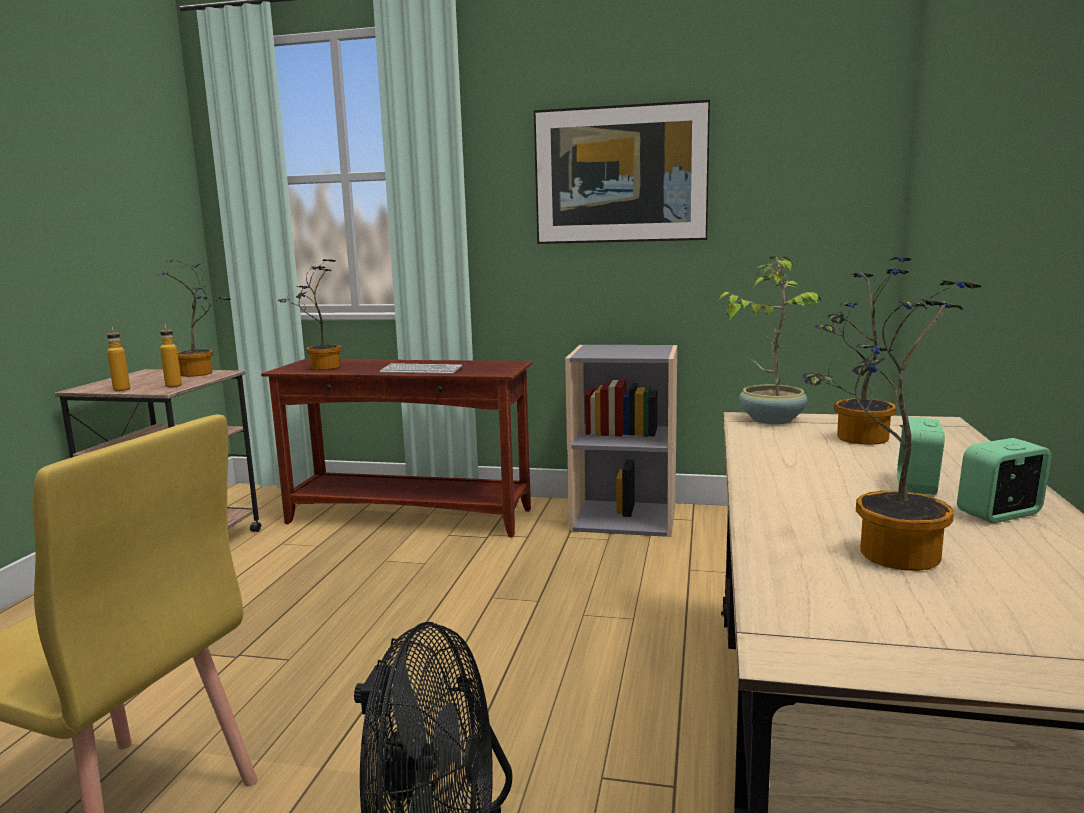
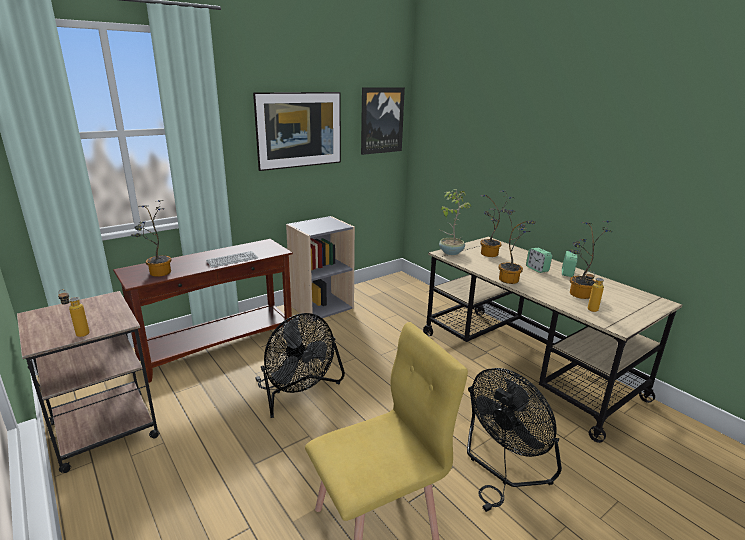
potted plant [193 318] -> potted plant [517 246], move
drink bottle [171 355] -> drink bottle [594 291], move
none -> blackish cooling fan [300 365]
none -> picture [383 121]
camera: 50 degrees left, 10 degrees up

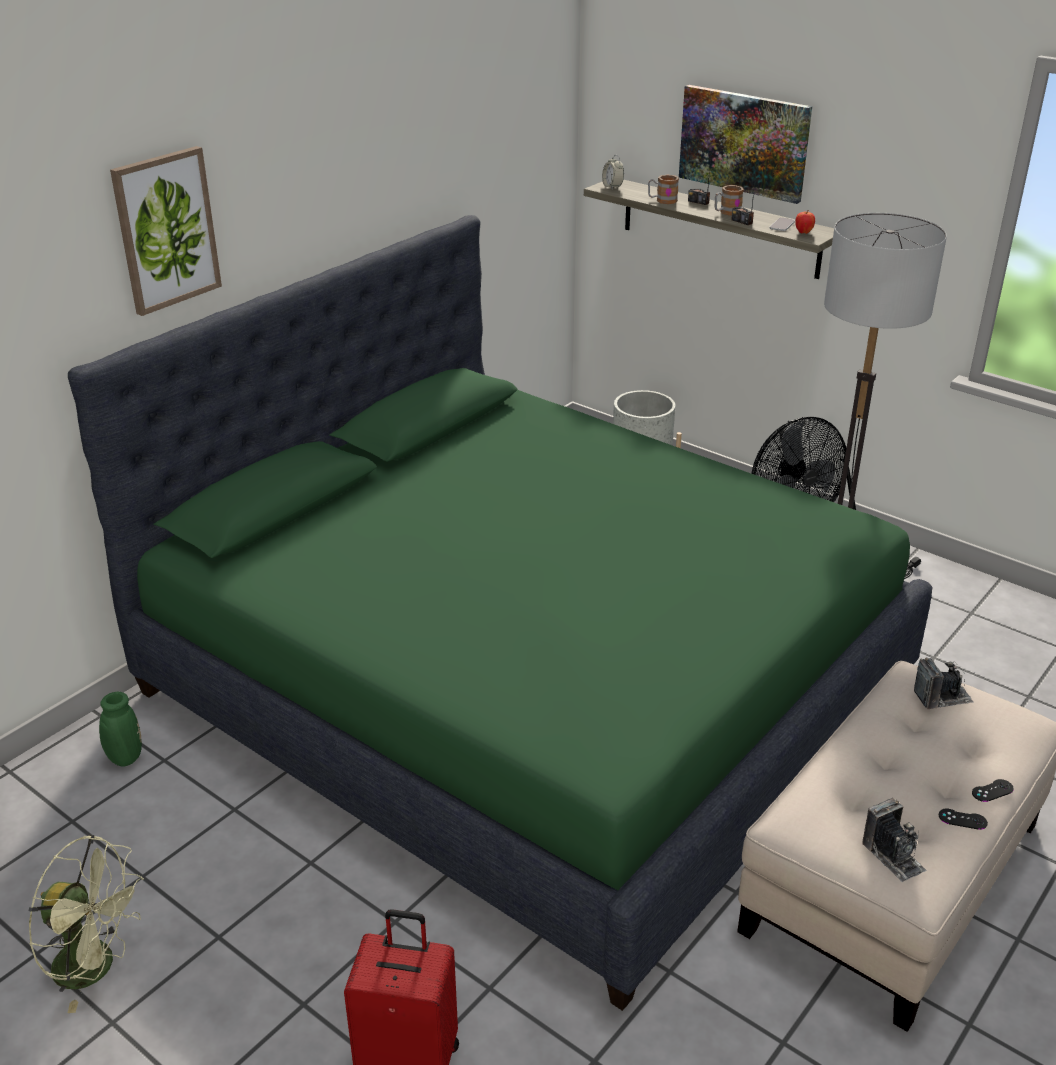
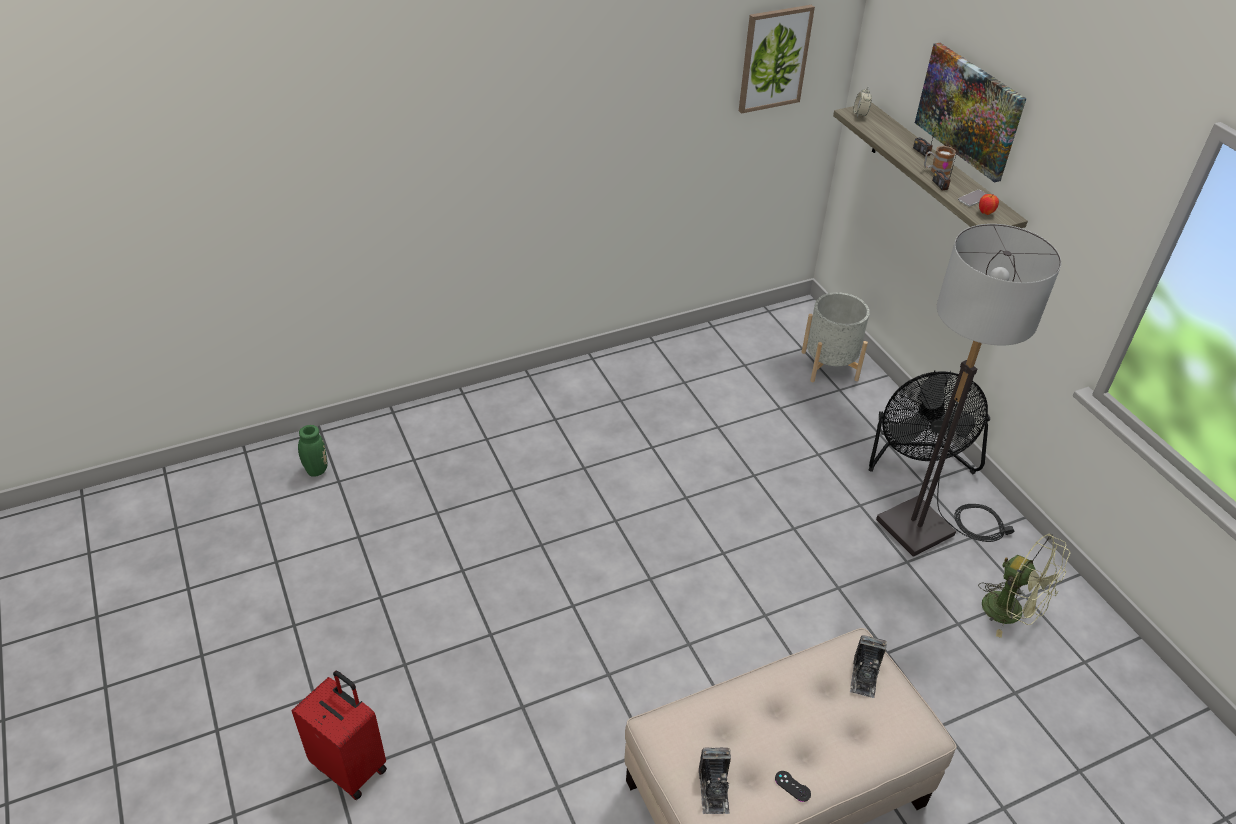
green cooling fan [86 924] -> green cooling fan [1024 586], move
green sleeping bed [500 613] -> none
picture [166 231] -> picture [777 59], move
coffee mug [663 189] -> none
photo camera [943 683] -> photo camera [868 666], 90 degrees clockwise
blackish gamepad [993 790] -> none
camera: 25 degrees right, 10 degrees up

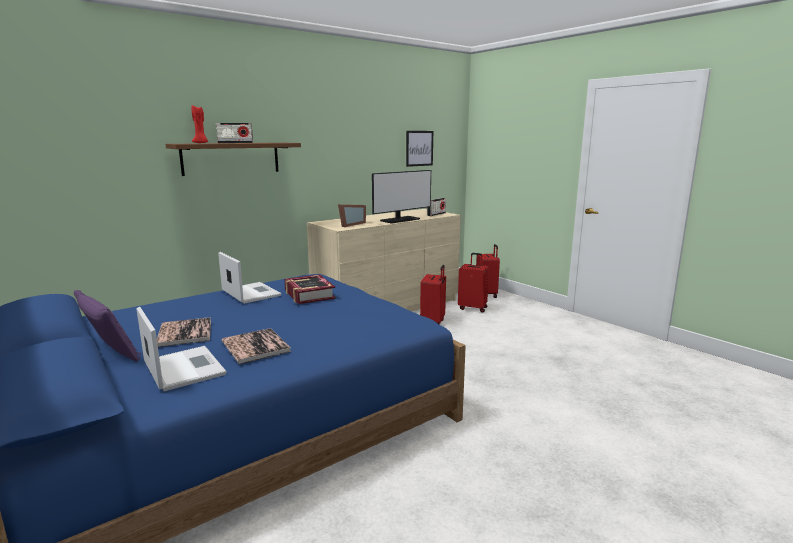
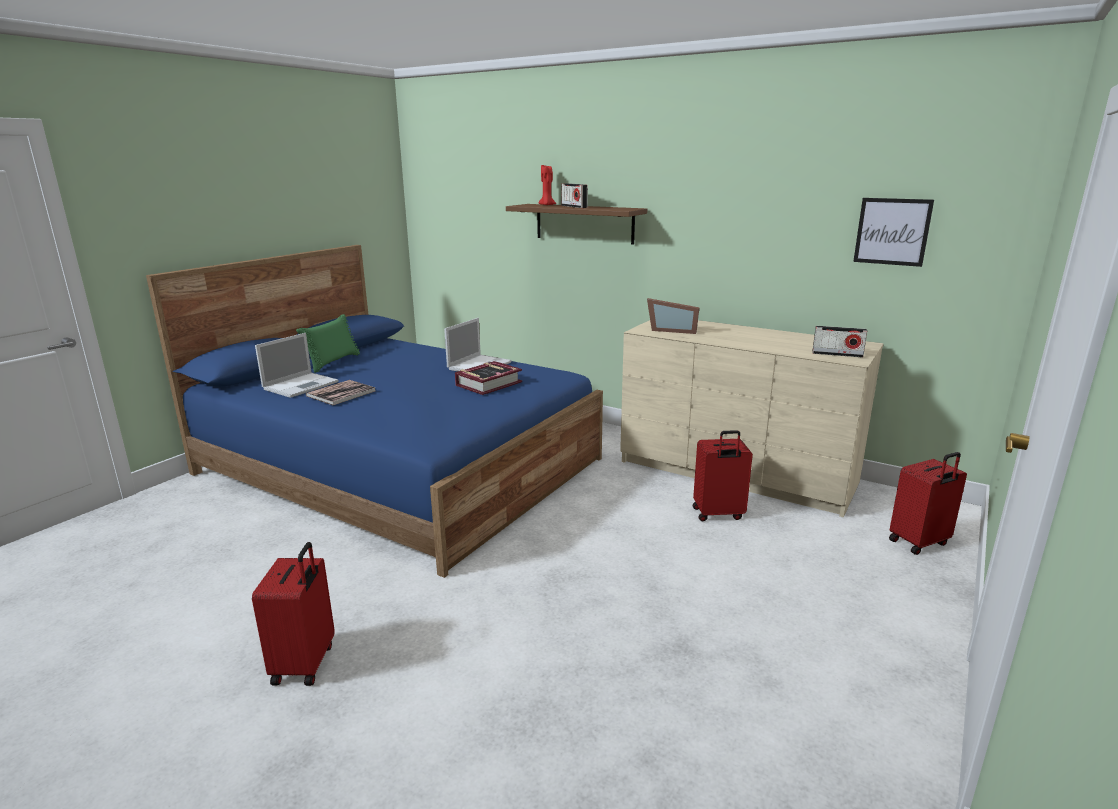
purplish pillow [107 325] -> green pillow [328 343]
volume [184 332] -> none
computer display [401 197] -> none
red piece of luggage [473 282] -> red piece of luggage [293 614], move
camera: 70 degrees right, 5 degrees up

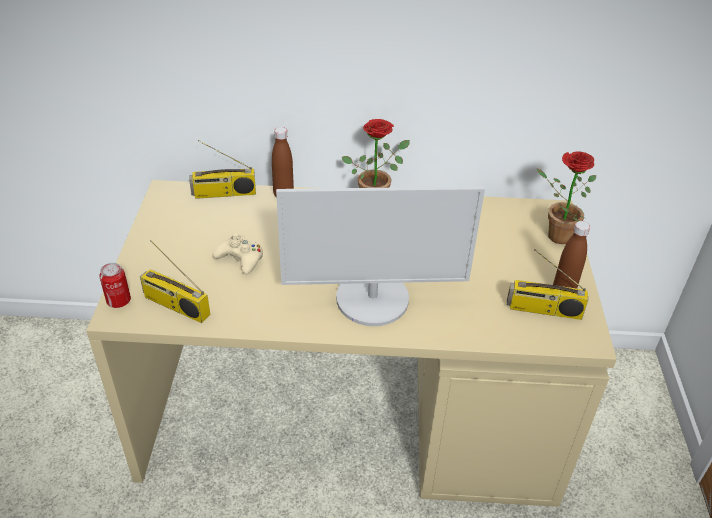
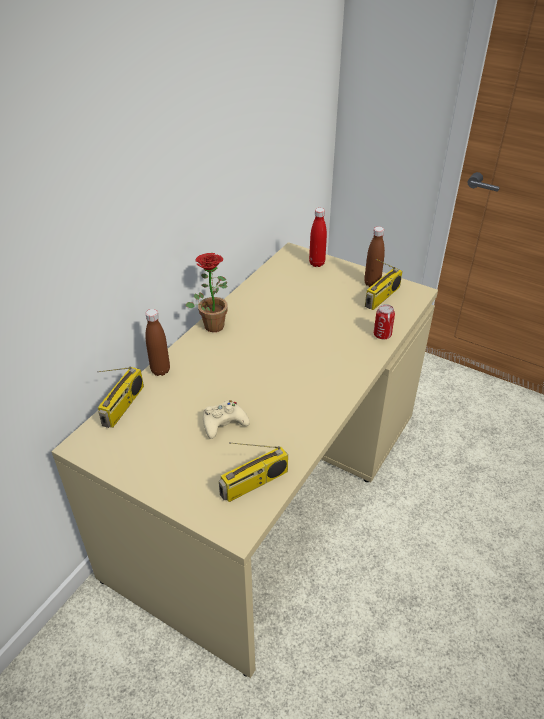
metal can [115 285] -> metal can [384 321], move
computer display [380 256] -> none
potted plant [566 197] -> red drink bottle [318 237]
camera: 60 degrees left, 0 degrees up

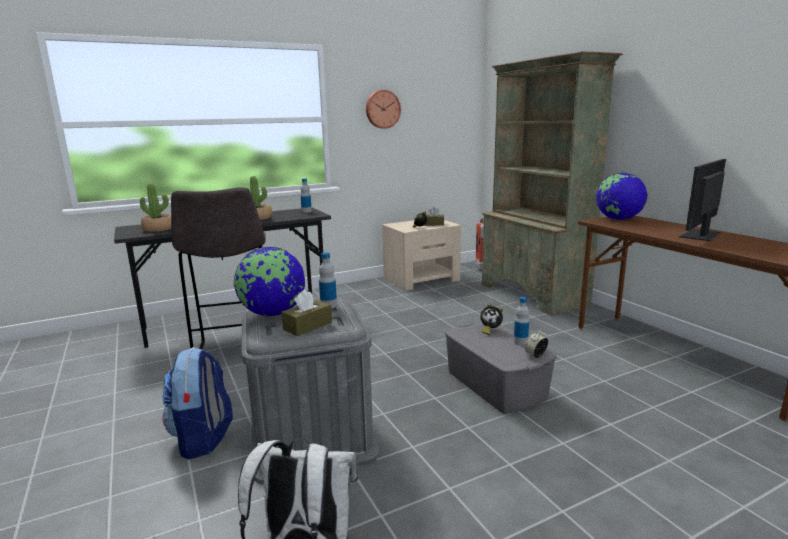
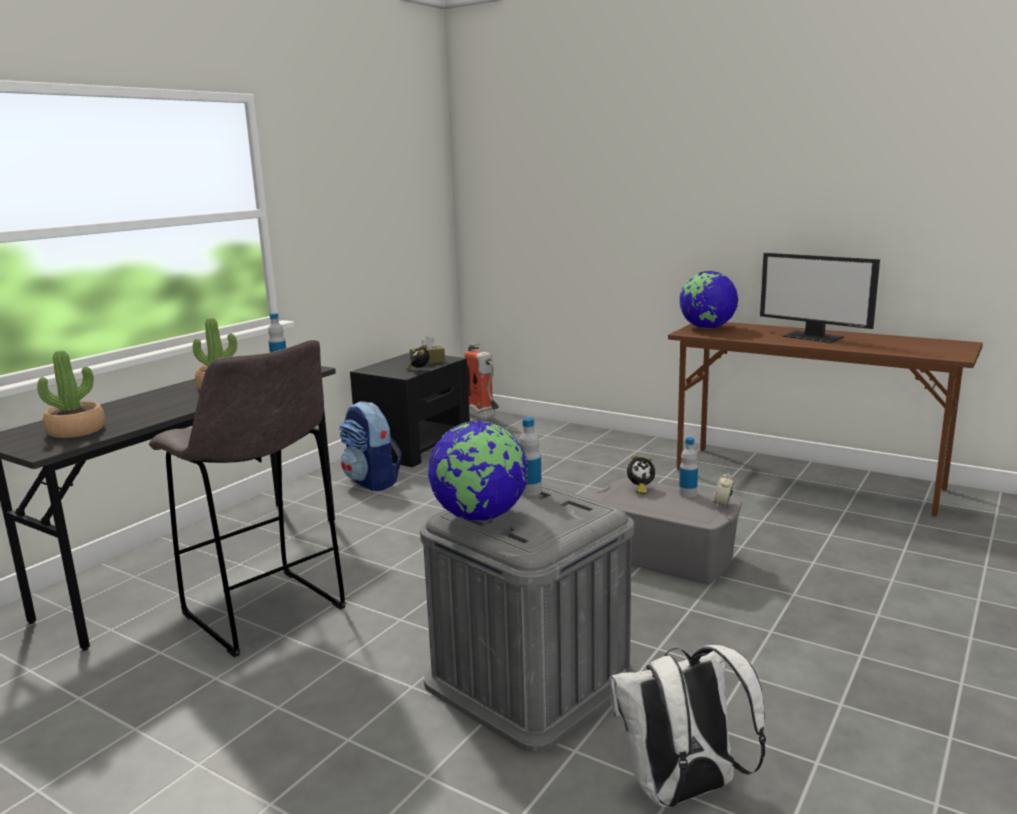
backpack [197 403] -> backpack [370 446], move
brown-coloured tissue box [306 313] -> none
clock on the wall [383 109] -> none
beige-coloured bedside table [421 255] -> blackish bedside table [410 409]
green shelving unit [552 183] -> none
computer display [702 200] -> computer display [820 298], 60 degrees counterclockwise
camera: 30 degrees left, 0 degrees up

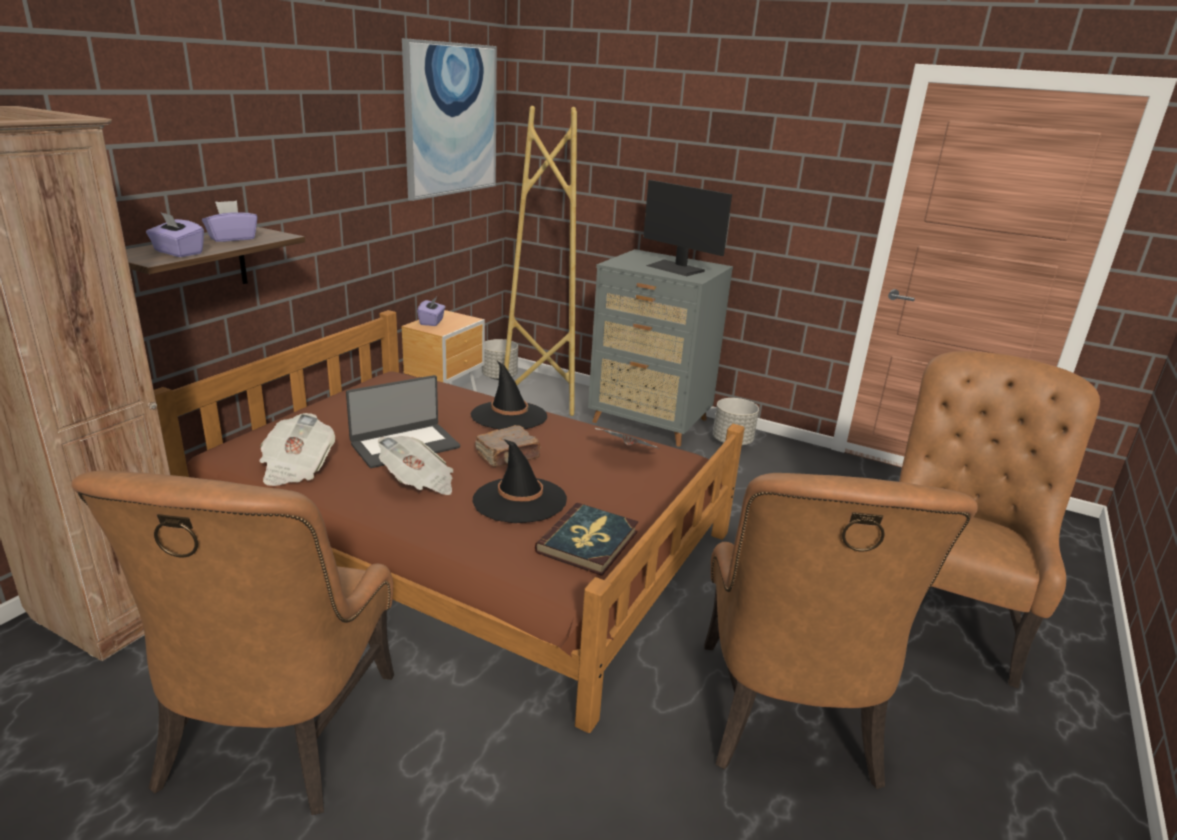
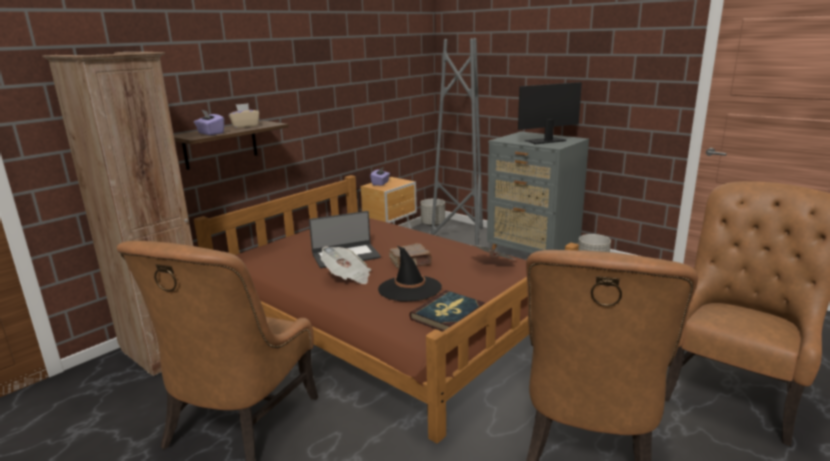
purplish tissue box [230 221] -> beige-coloured tissue box [244 115]
printed paper [297 449] -> none
picture [449 119] -> none
blackish wearable hat [509 395] -> none
yellowish garment rack [540 261] -> grey garment rack [457 142]
computer display [687 228] -> computer display [550 113], 105 degrees clockwise
camera: 15 degrees right, 5 degrees down

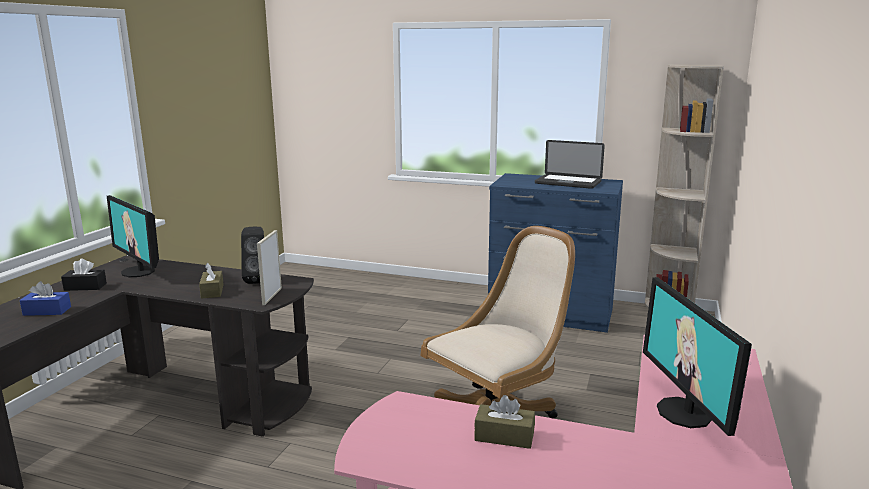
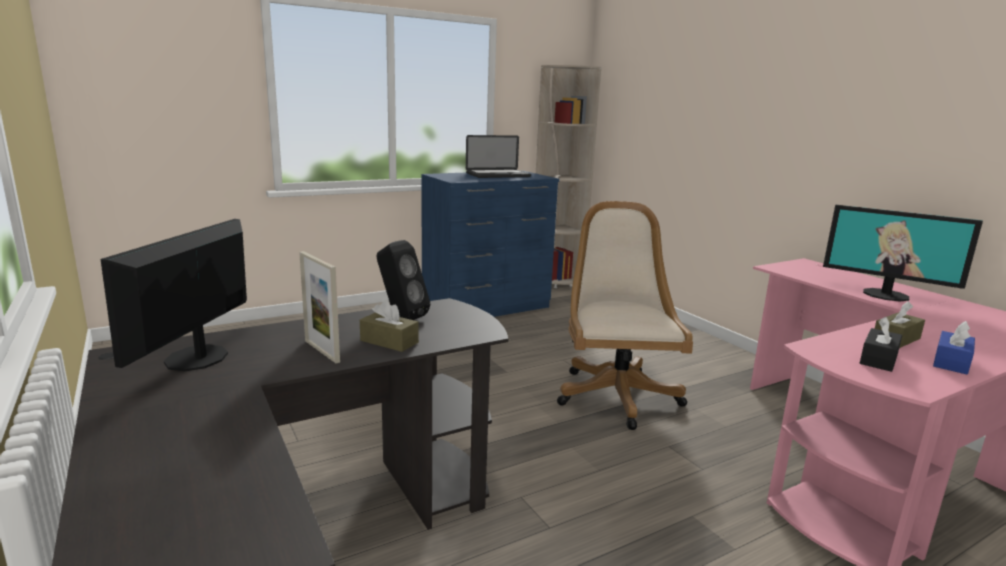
bluish tissue box [45 298] -> bluish tissue box [954 347], move
blackish tissue box [84 275] -> blackish tissue box [881 344], move
computer display [133 236] -> computer display [174 295], 105 degrees clockwise
standing frame [269 267] -> standing frame [319 307], move
camera: 50 degrees left, 0 degrees up

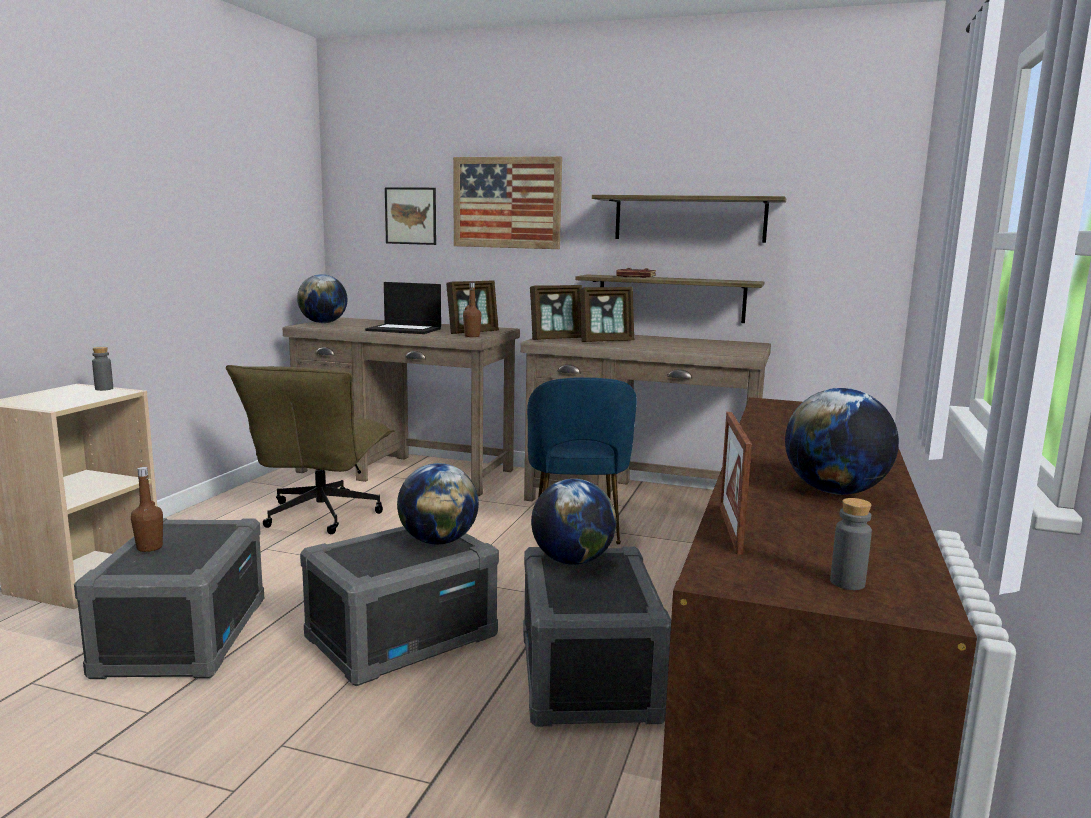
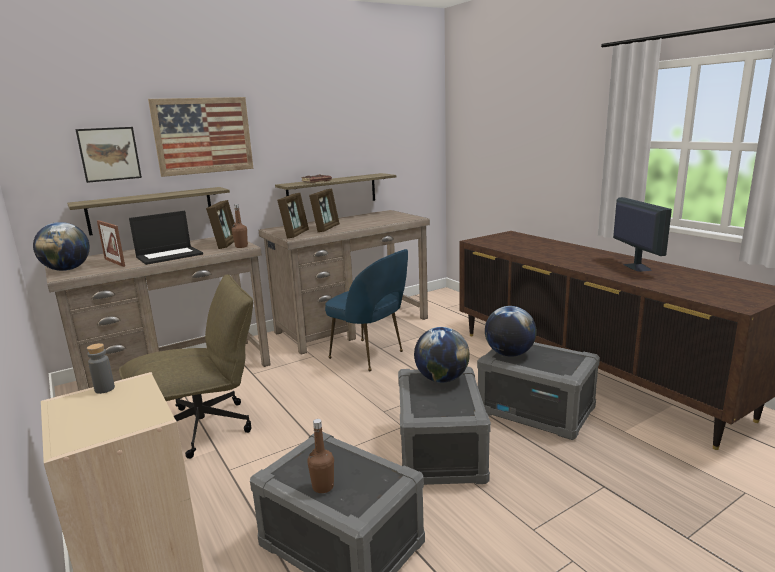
beige-coloured computer chair [310 449] -> beige-coloured computer chair [186 366], 75 degrees counterclockwise
bracket shelf [689 219] -> bracket shelf [148 211], move
standing frame [735 483] -> standing frame [111 243], move
world globe [842 441] -> computer display [642 234]
grey drink bottle [851 544] -> none
camera: 50 degrees left, 5 degrees up

